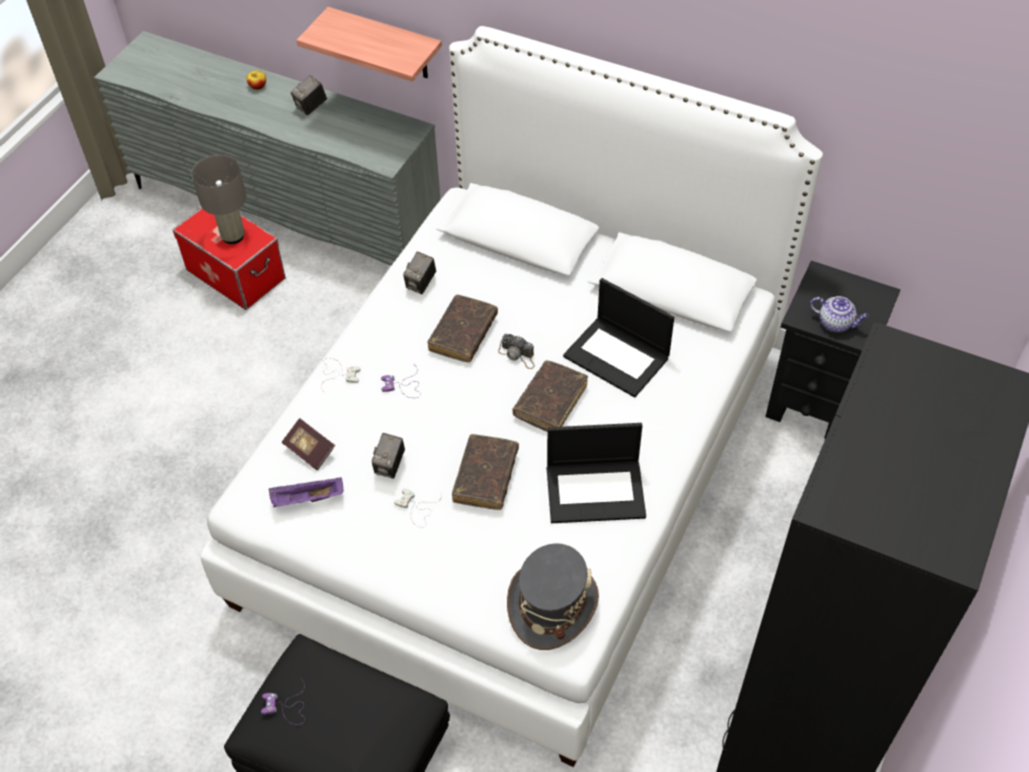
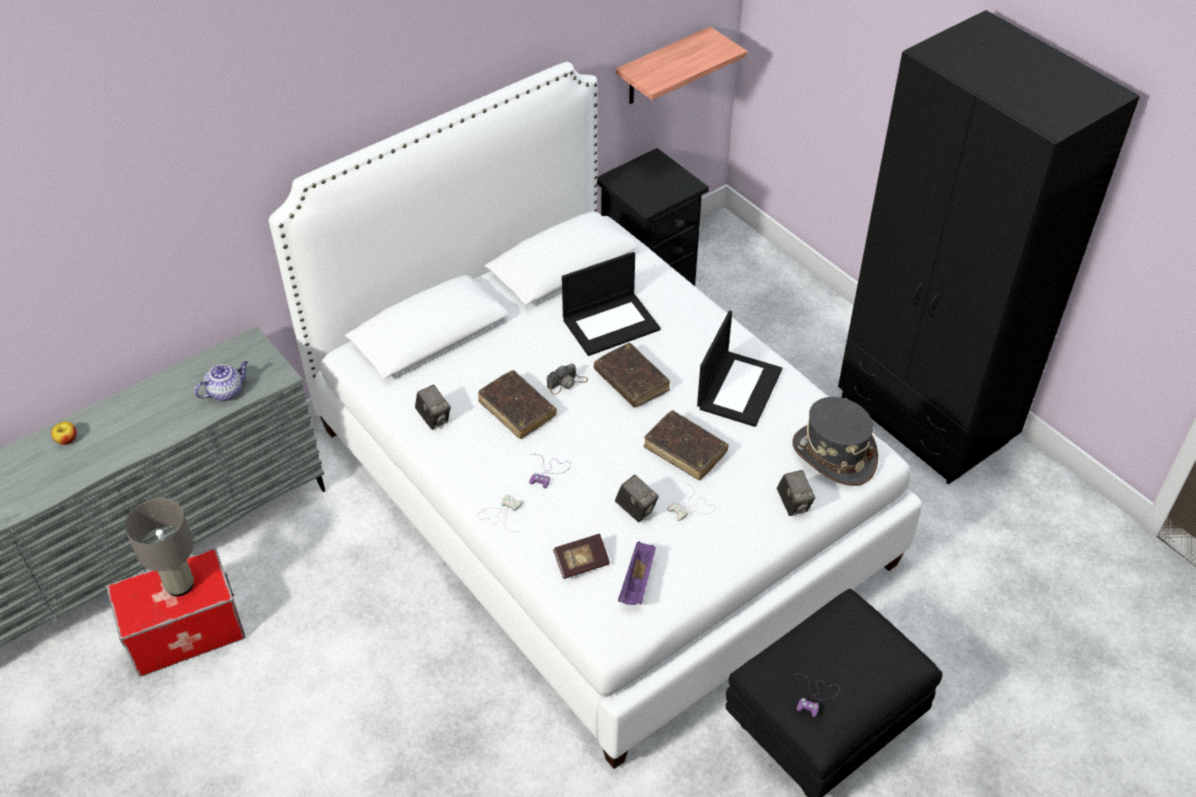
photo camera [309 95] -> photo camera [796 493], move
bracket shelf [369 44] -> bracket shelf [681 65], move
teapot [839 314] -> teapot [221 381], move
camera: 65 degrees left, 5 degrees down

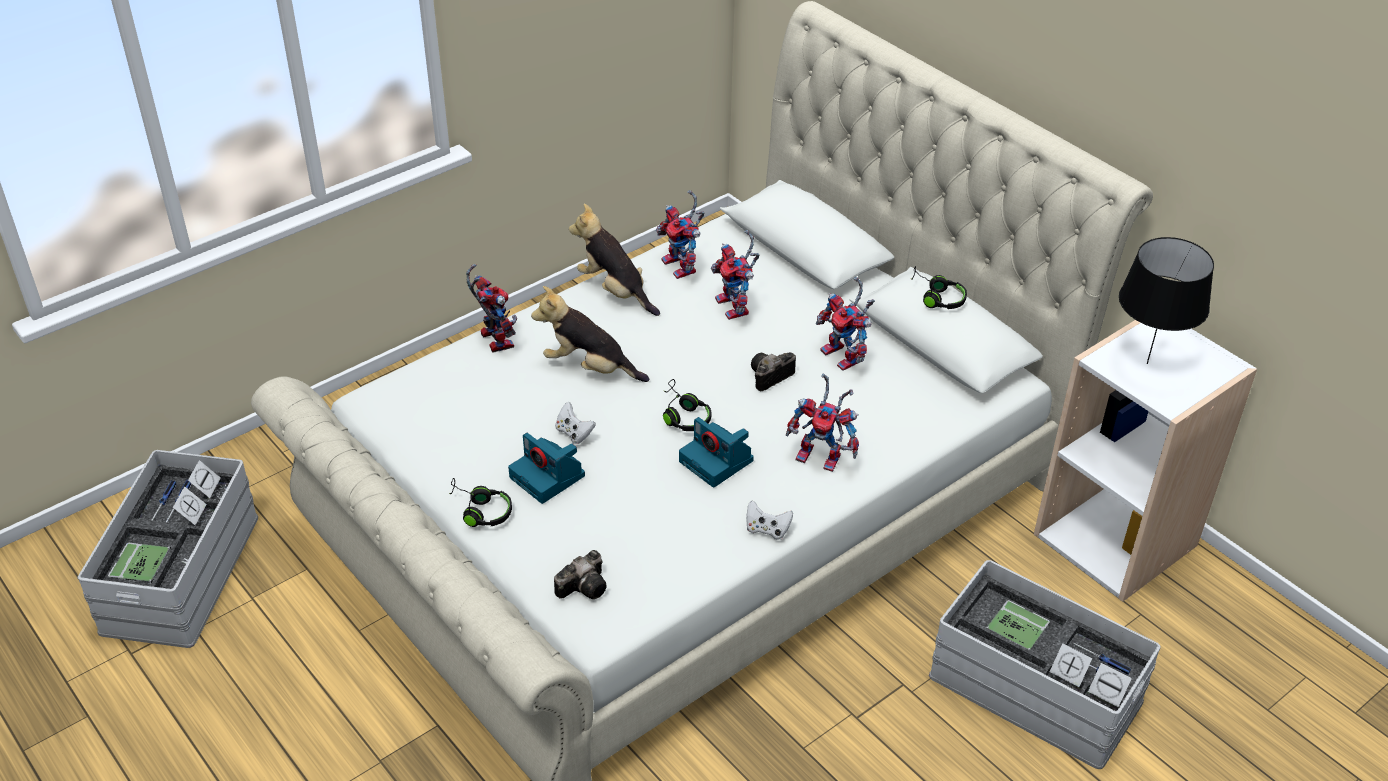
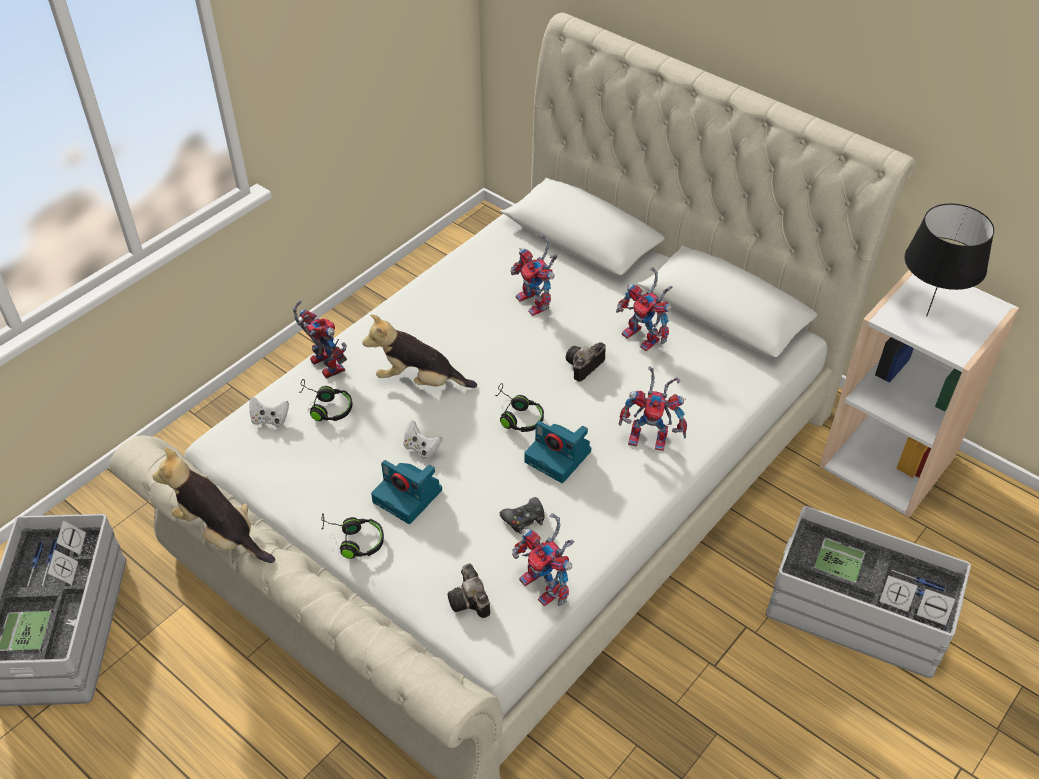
photo camera [580 574] -> photo camera [468 590], 120 degrees clockwise
soft toy [614 260] -> soft toy [213 505], move
model robot [680 234] -> model robot [543 560], move
white-coloured gamepad [769 520] -> white-coloured gamepad [269 412], move
blackish headphones [939 287] -> blackish headphones [326 400], move
none -> blackish gamepad [521 515]
camera: 10 degrees left, 5 degrees up

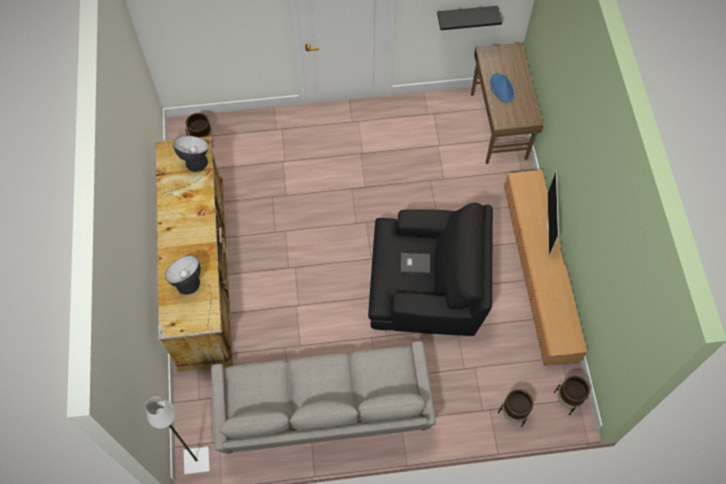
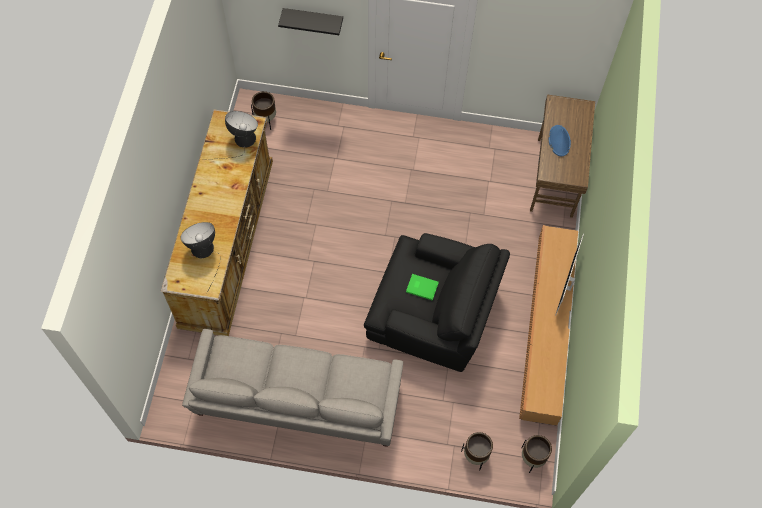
white-coloured standard lamp [178 436] -> none
grey volume [415 263] -> green volume [422 287]
blackish bracket shelf [469 18] -> blackish bracket shelf [310 21], move
camera: 15 degrees right, 0 degrees up

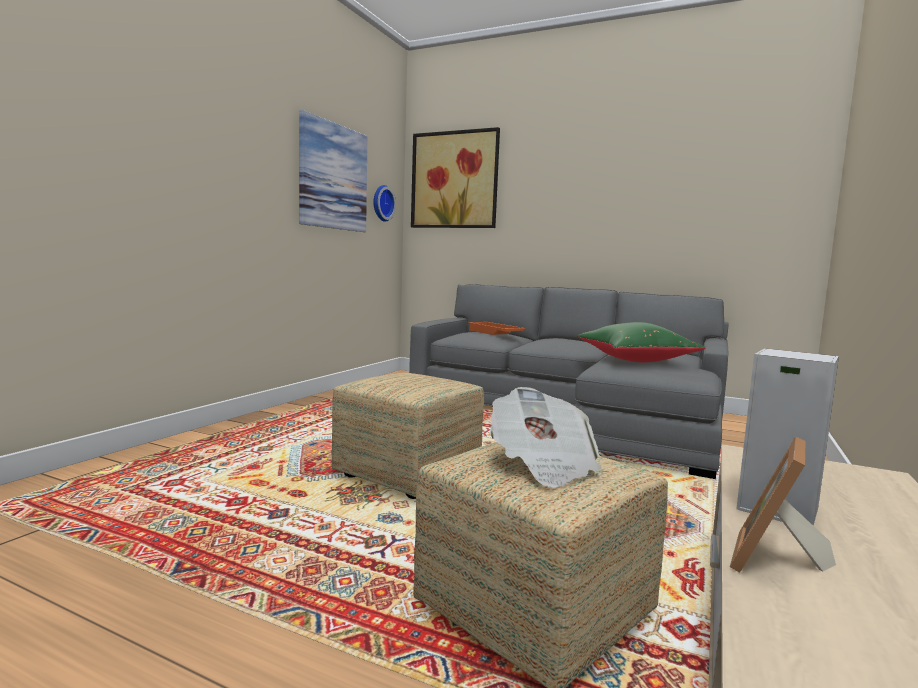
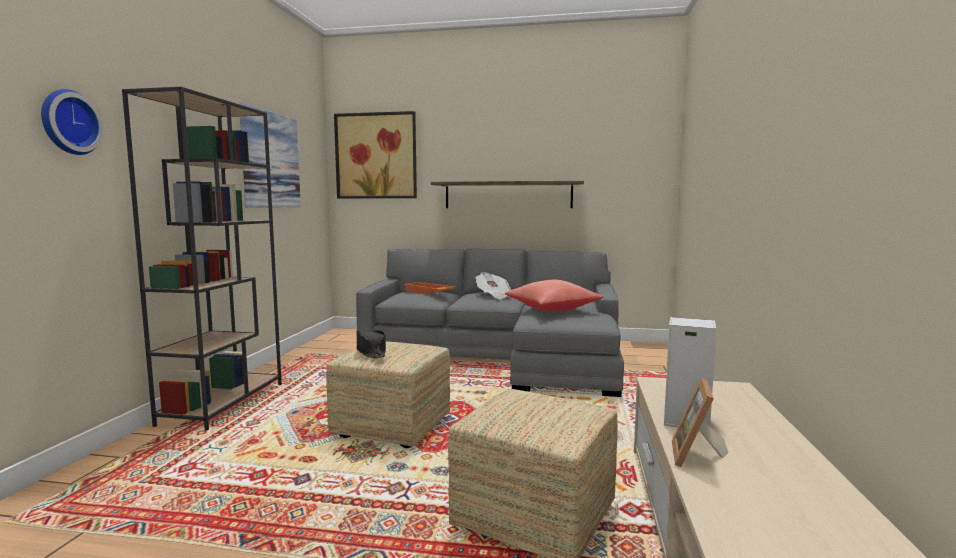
clock on the wall [384 203] -> clock on the wall [72 122], move
printed paper [546 437] -> printed paper [493 285], move
green pillow [641 342] -> red pillow [554 296]
none -> shelving unit [202 258]
none -> blackish wearable hat [371 344]
none -> bracket shelf [507 194]
camera: 15 degrees left, 0 degrees up

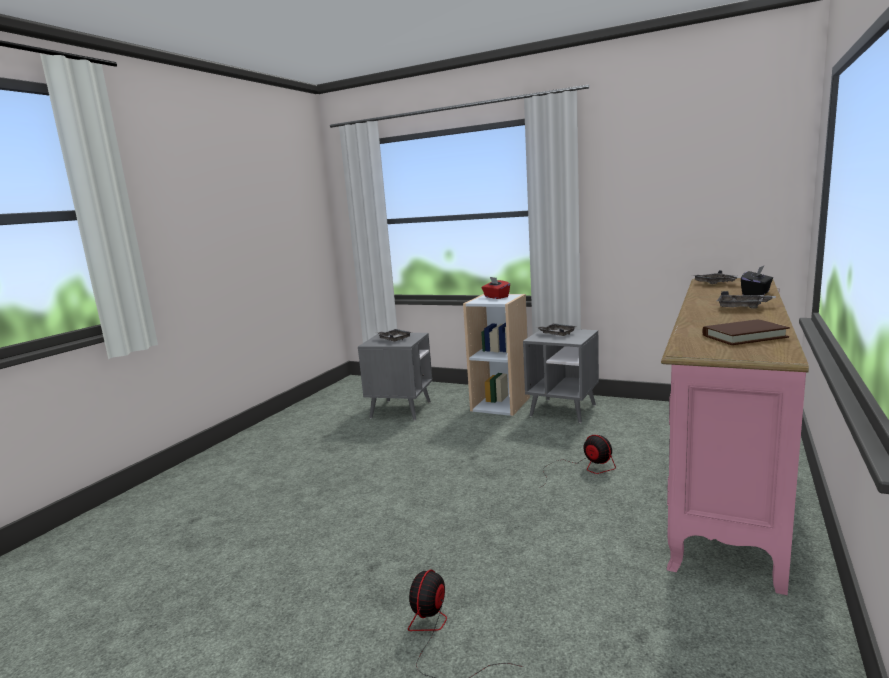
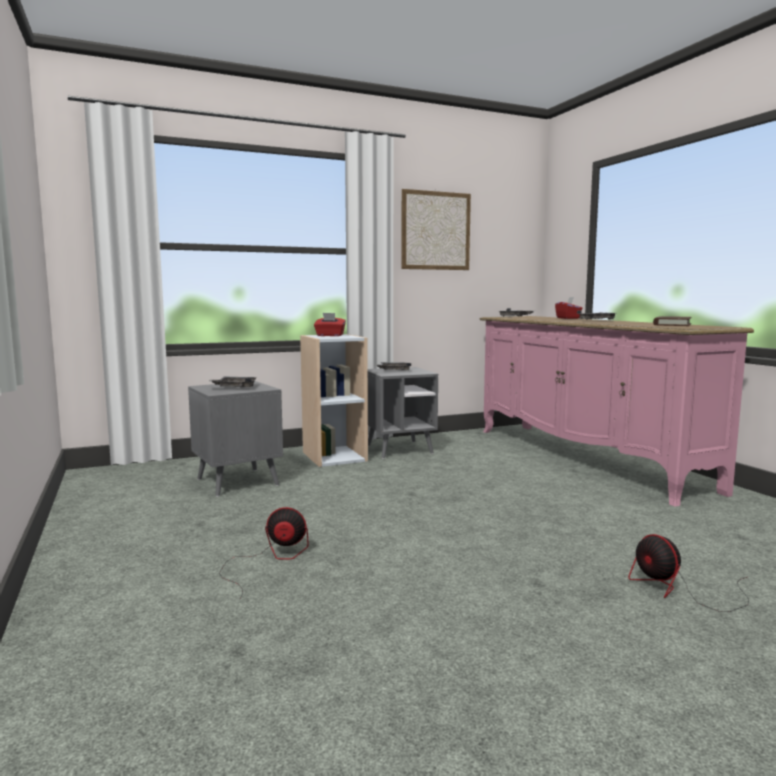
cooling fan [577 461] -> cooling fan [264 553], move
blackish tissue box [757 280] -> red tissue box [569 308]
none -> picture [436 229]
camera: 50 degrees left, 5 degrees down

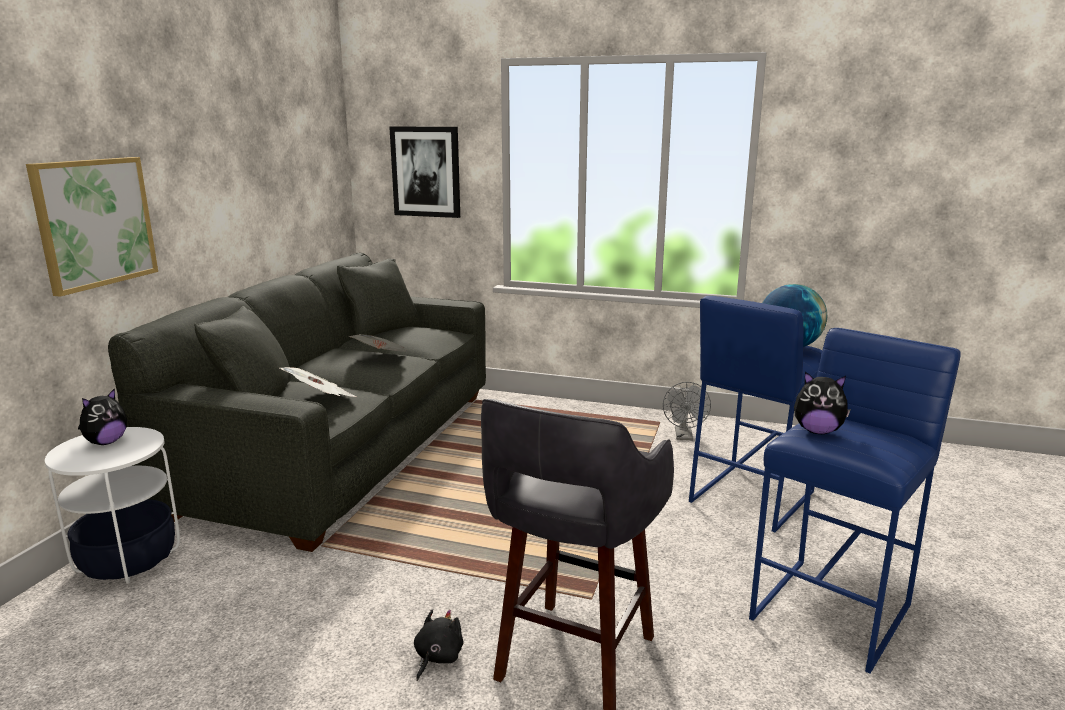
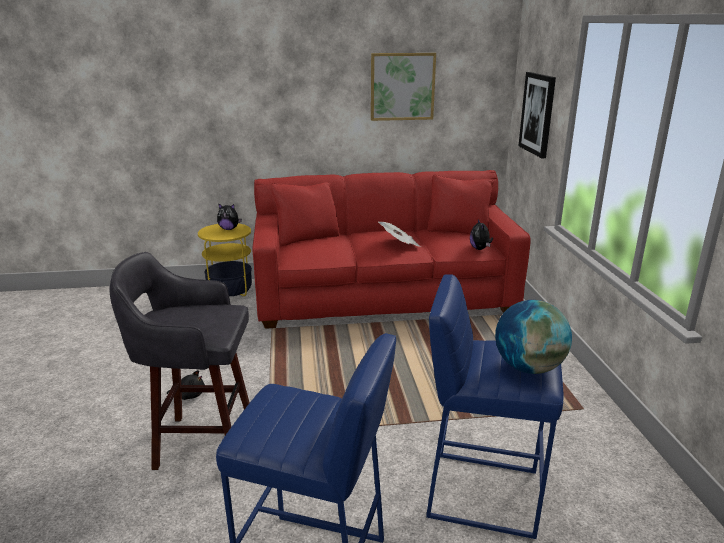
picture [92 227] -> picture [403 87], move
white-coloured end table [112 505] -> yellowish end table [225 260]
grey couch [297 402] -> red couch [391 249]
printed paper [318 382] -> none
grey cooling fan [687 411] -> none
soft toy [822 403] -> soft toy [481 234], move
camera: 65 degrees right, 5 degrees up

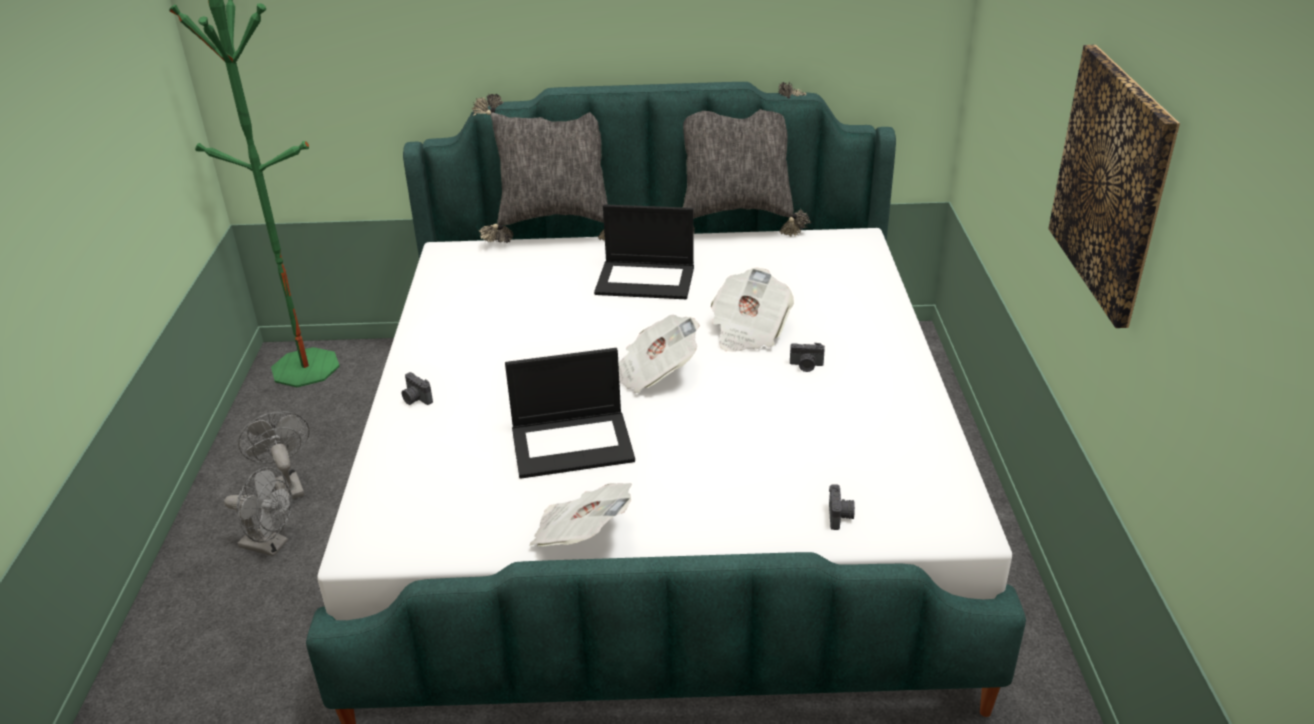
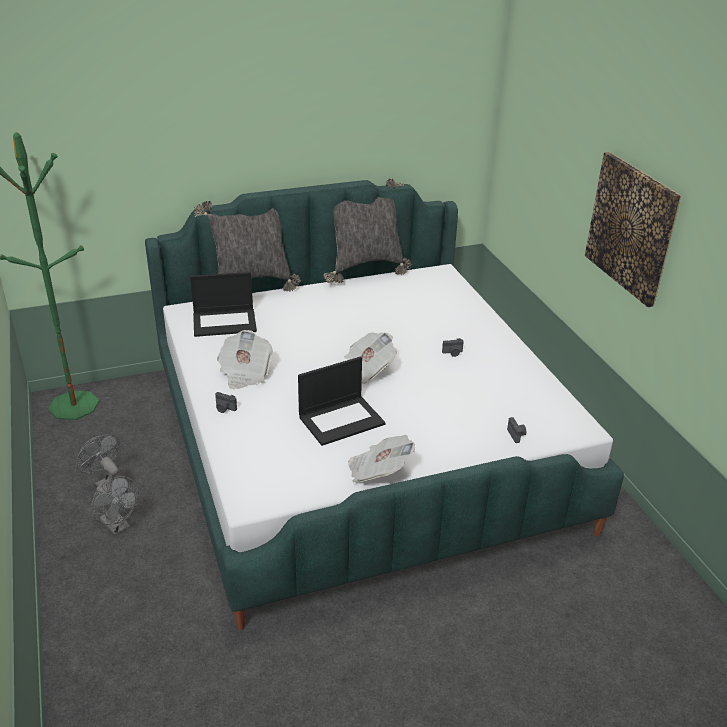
grey cooling fan [258 511] -> grey cooling fan [115 505], 45 degrees clockwise
portable computer [644 251] -> portable computer [223 304], move
printed paper [752 310] -> printed paper [245 359], move
camera: 20 degrees left, 0 degrees up

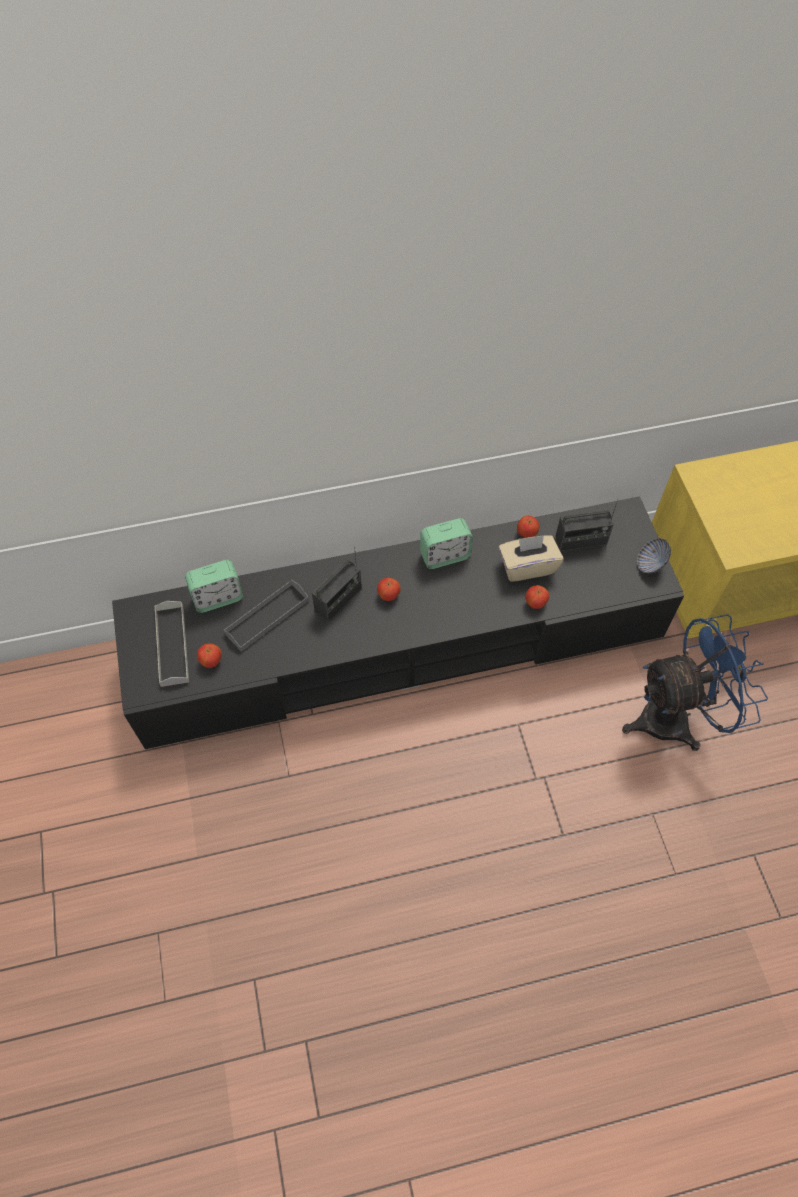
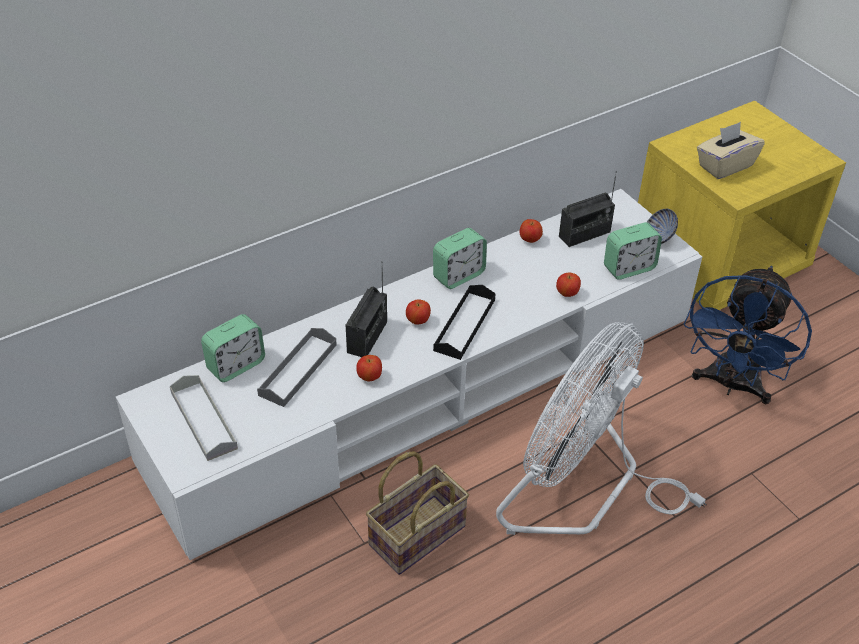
blackish tv unit [398 622] -> white-coloured tv unit [409 374]
apple [209 655] -> apple [369 368], move
beige-coloured tissue box [531 558] -> beige-coloured tissue box [731 150], move
bluish cooling fan [695 682] -> bluish cooling fan [748 335], 150 degrees clockwise
none -> storage basket [417 513]
none -> blackish tray [464 322]
none -> white-coloured cooling fan [601 428]
none -> alarm clock [633 251]
camera: 20 degrees left, 15 degrees down

